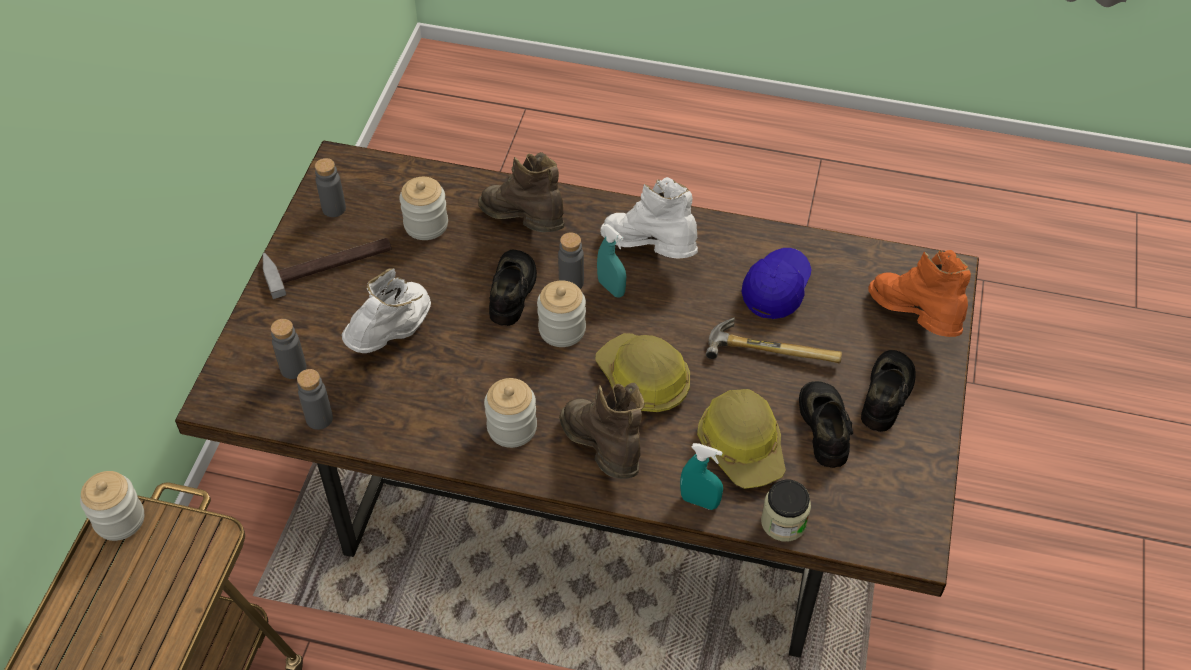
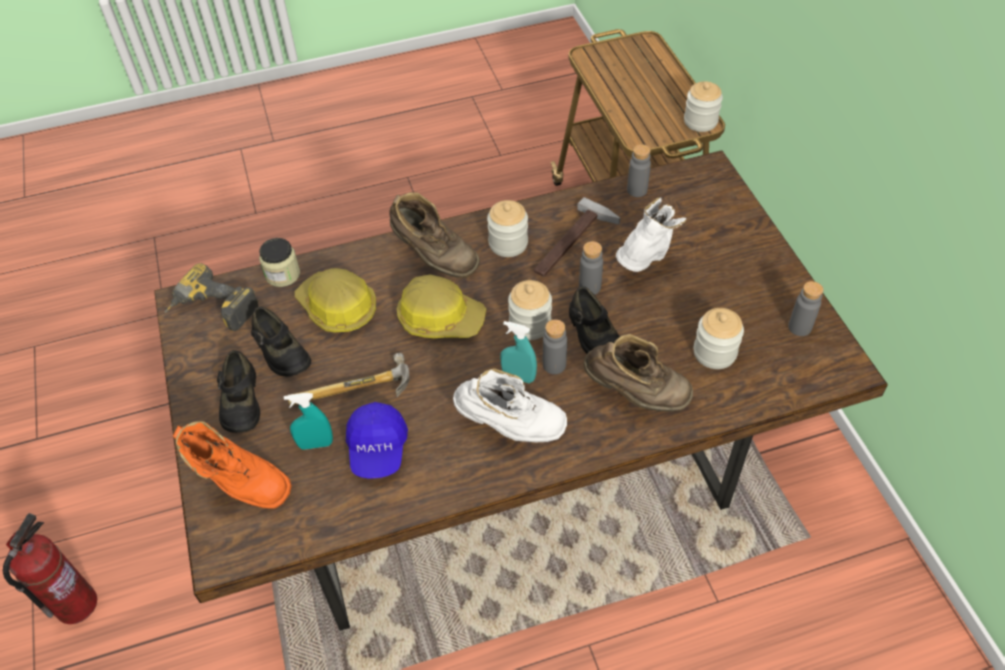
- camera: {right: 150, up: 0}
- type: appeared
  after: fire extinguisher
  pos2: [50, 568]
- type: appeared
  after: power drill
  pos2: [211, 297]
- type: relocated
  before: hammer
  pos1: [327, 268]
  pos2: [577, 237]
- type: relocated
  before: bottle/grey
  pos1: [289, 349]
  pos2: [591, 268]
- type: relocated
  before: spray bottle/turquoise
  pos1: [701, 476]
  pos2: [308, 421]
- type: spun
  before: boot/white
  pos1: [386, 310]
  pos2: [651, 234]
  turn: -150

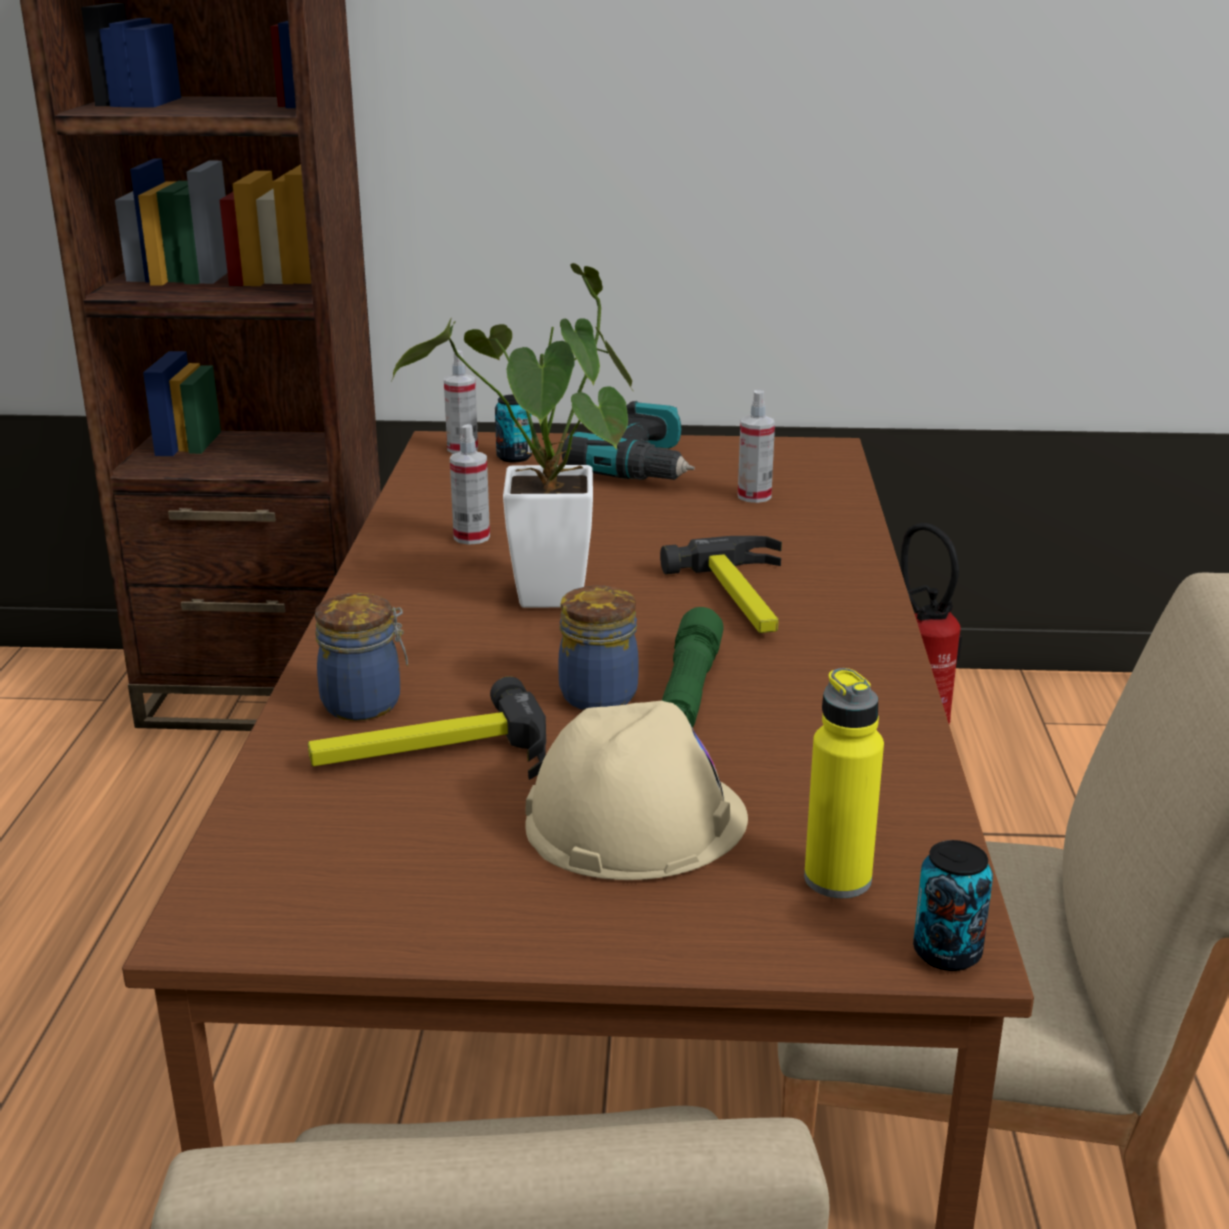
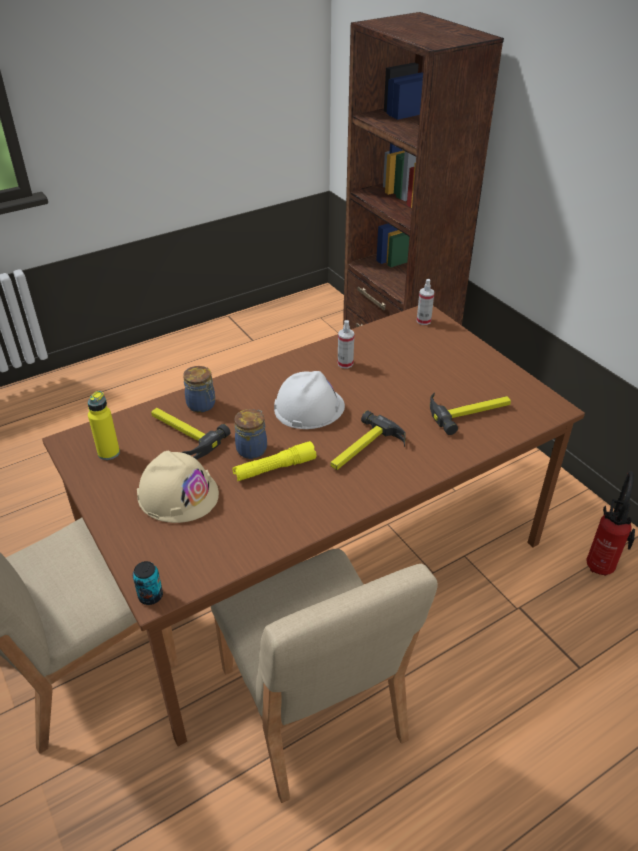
- camera: {right: 55, up: 15}
- type: missing
  before: can
  pos1: [513, 428]
- type: missing
  before: power drill
  pos1: [628, 440]
- type: relocated
  before: bottle/yellow
  pos1: [844, 783]
  pos2: [104, 425]
- type: exchanged
  before: potted plant
  after: hard hat/white
  pos1: [512, 435]
  pos2: [309, 400]
- type: exchanged
  before: spray bottle
  after: hammer
  pos1: [756, 446]
  pos2: [470, 413]
- type: colour
  before: flashlight/green
  after: flashlight/yellow
  pos1: [693, 667]
  pos2: [274, 461]

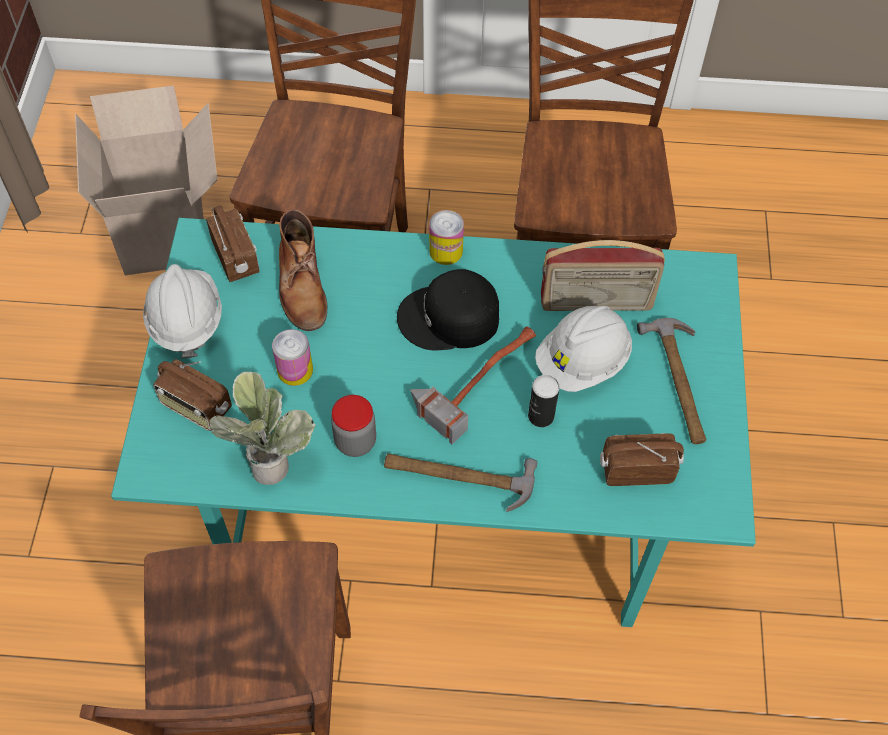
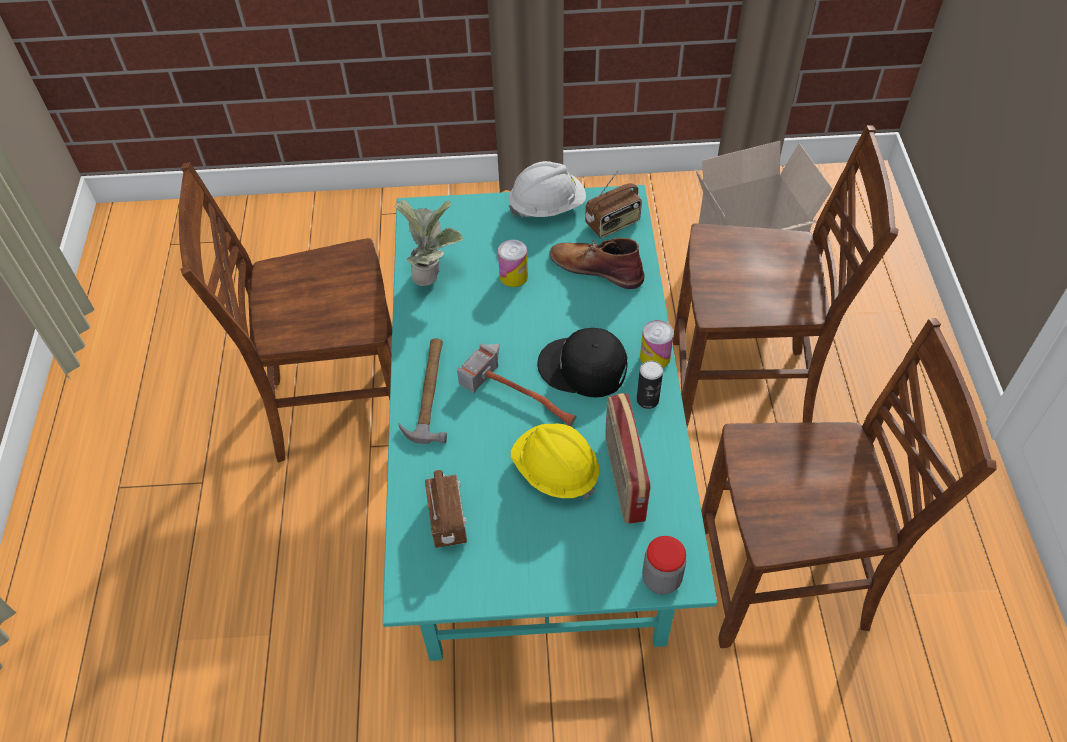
- camera: {right: 85, up: -5}
- type: missing
  before: radio
  pos1: [192, 395]
- type: missing
  before: hammer
  pos1: [671, 381]
- type: relocated
  before: jar
  pos1: [353, 426]
  pos2: [664, 565]
- type: relocated
  before: can
  pos1: [544, 401]
  pos2: [650, 385]
- type: colour
  before: hard hat/white
  after: hard hat/yellow
  pos1: [583, 349]
  pos2: [555, 461]
- type: spun
  before: boot/brown
  pos1: [303, 270]
  pos2: [597, 263]
  turn: 45
- type: spun
  before: cap/black
  pos1: [448, 310]
  pos2: [582, 362]
  turn: -60

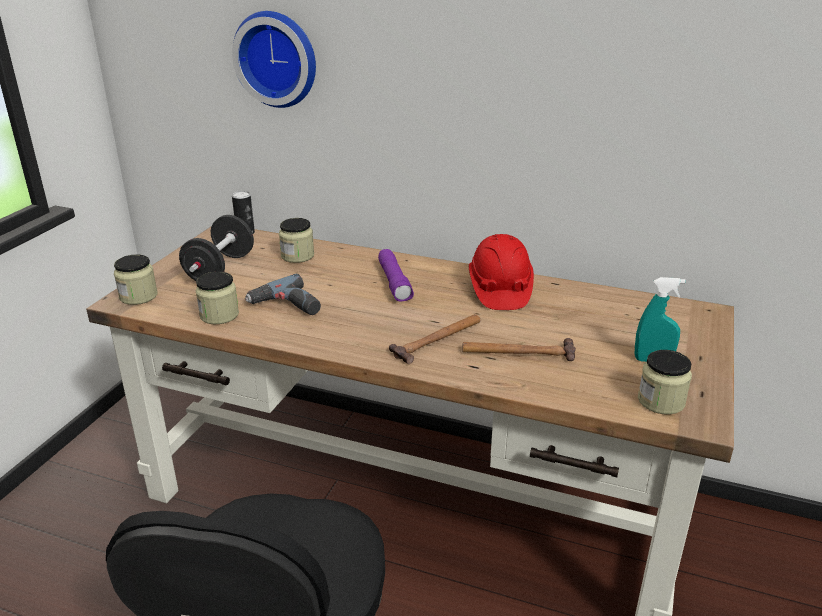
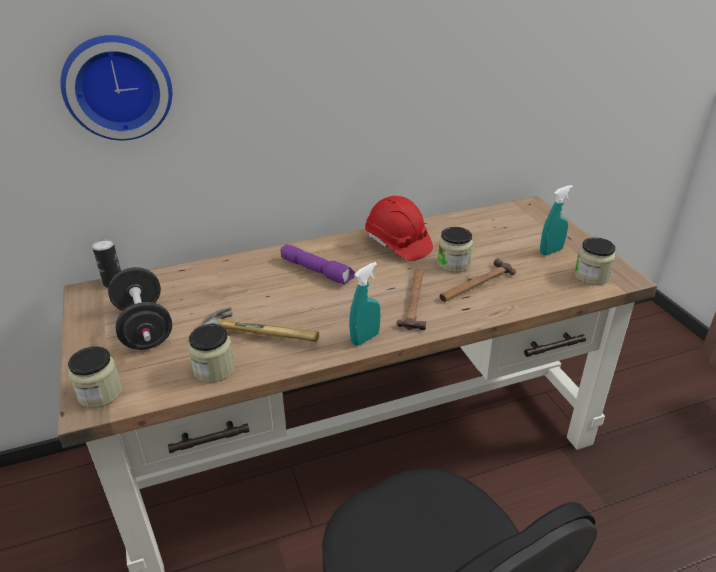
- camera: {right: -40, up: 5}
- type: appeared
  after: spray bottle/turquoise
  pos2: [364, 304]
- type: relocated
  before: jar
  pos1: [296, 240]
  pos2: [455, 250]
- type: exchanged
  before: power drill
  after: hammer
  pos1: [283, 294]
  pos2: [260, 324]

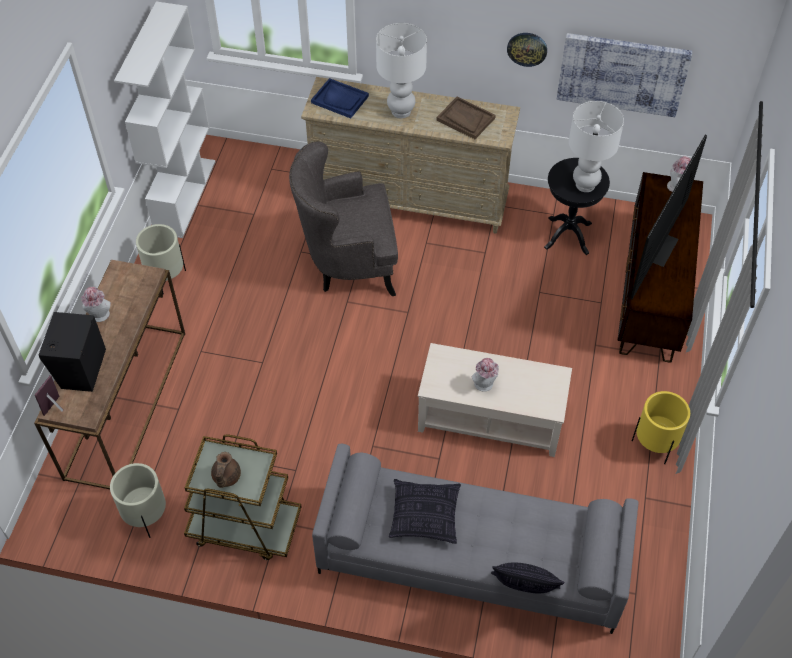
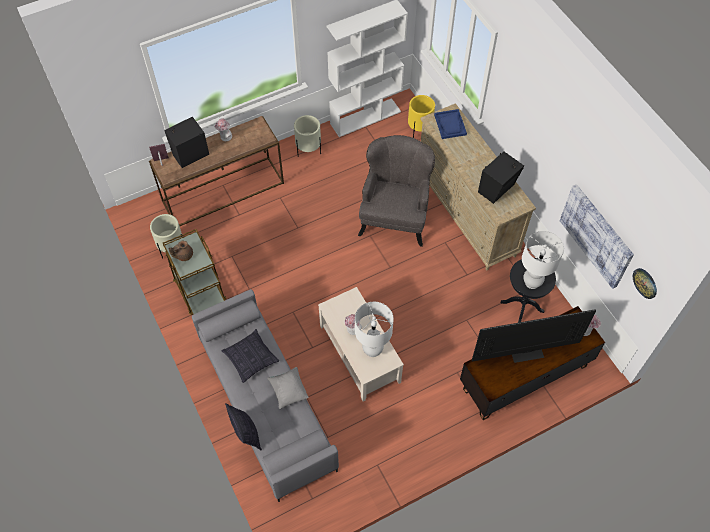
- camera: {right: 50, up: 5}
- type: appeared
  after: pillow/grey
  pos2: [288, 388]
- type: relocated
  before: table lamp/white
  pos1: [401, 70]
  pos2: [374, 329]
- type: relocated
  before: wall clock
  pos1: [527, 50]
  pos2: [645, 283]
- type: relocated
  before: planter/yellow
  pos1: [661, 427]
  pos2: [421, 116]
- type: exchanged
  before: tray/brown
  after: speaker/black
  pos1: [466, 118]
  pos2: [501, 177]
- type: spun
  before: armchair/grey
  pos1: [343, 218]
  pos2: [396, 191]
  turn: 60

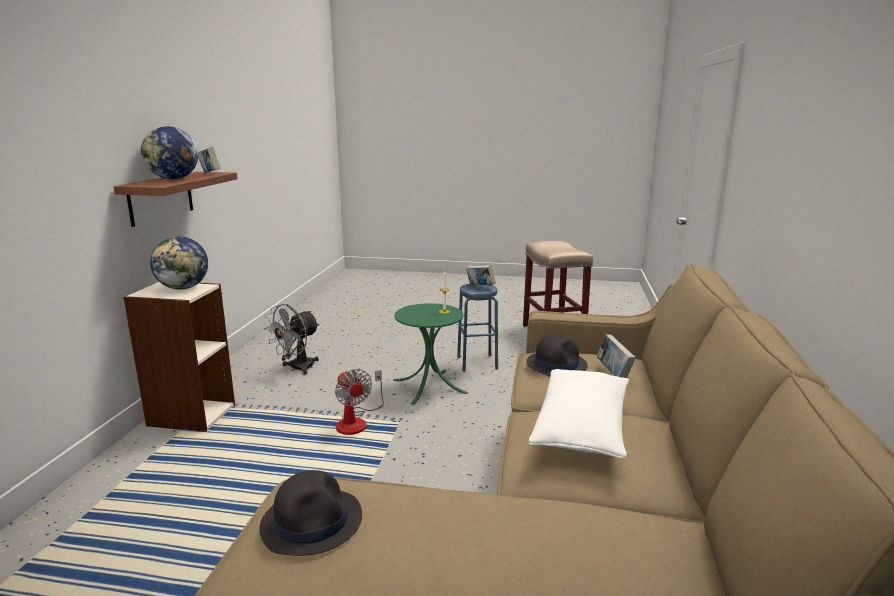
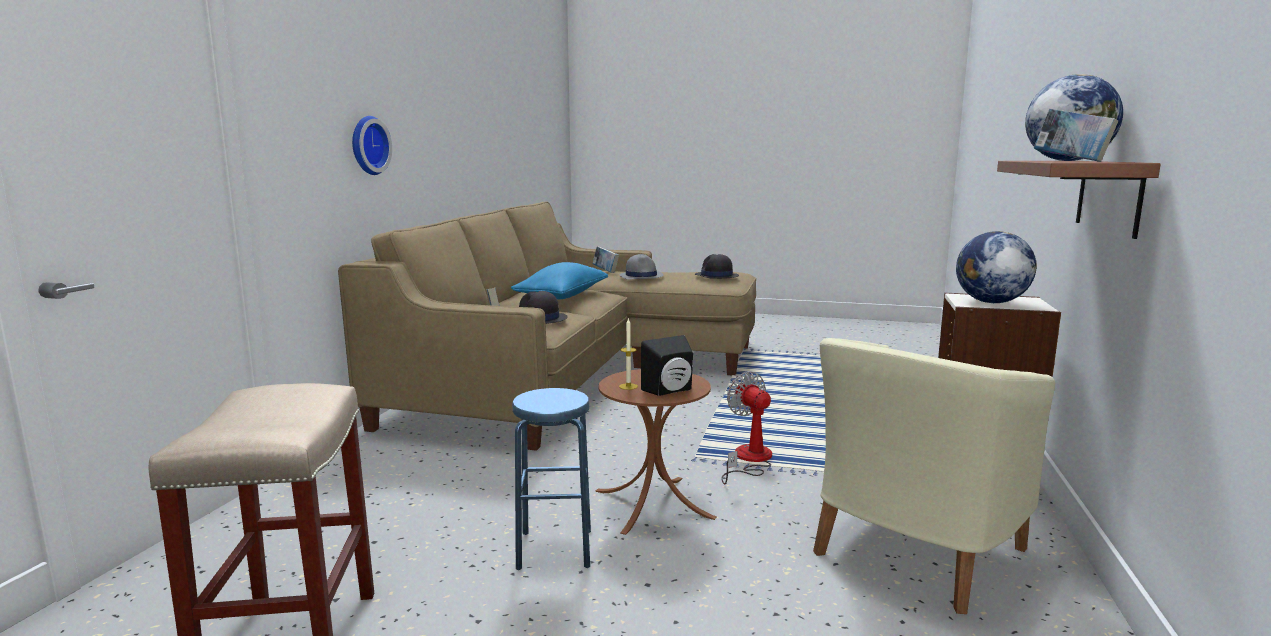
- camera: {right: -175, up: -5}
- type: appeared
  after: wall clock
  pos2: [372, 145]
- type: appeared
  after: hat/grey
  pos2: [641, 267]
- type: appeared
  after: speaker/black
  pos2: [667, 365]
- type: relocated
  before: book
  pos1: [481, 275]
  pos2: [605, 259]
- type: exchanged
  before: fan/grey
  after: armchair/beige
  pos1: [291, 339]
  pos2: [934, 476]
- type: colour
  before: side table/green
  after: side table/brown
  pos1: [430, 353]
  pos2: [656, 452]
- type: colour
  before: pillow/white
  after: pillow/blue
  pos1: [579, 414]
  pos2: [559, 280]

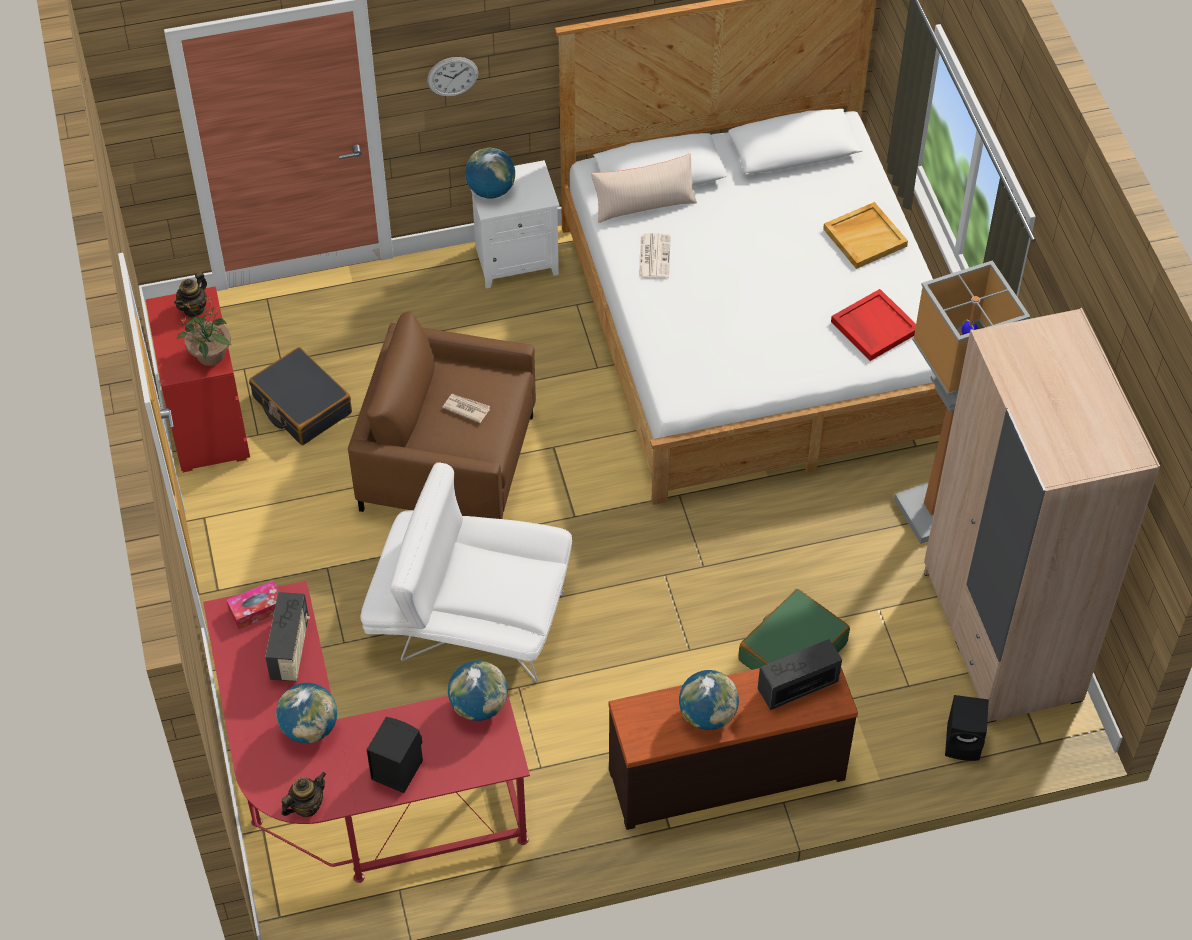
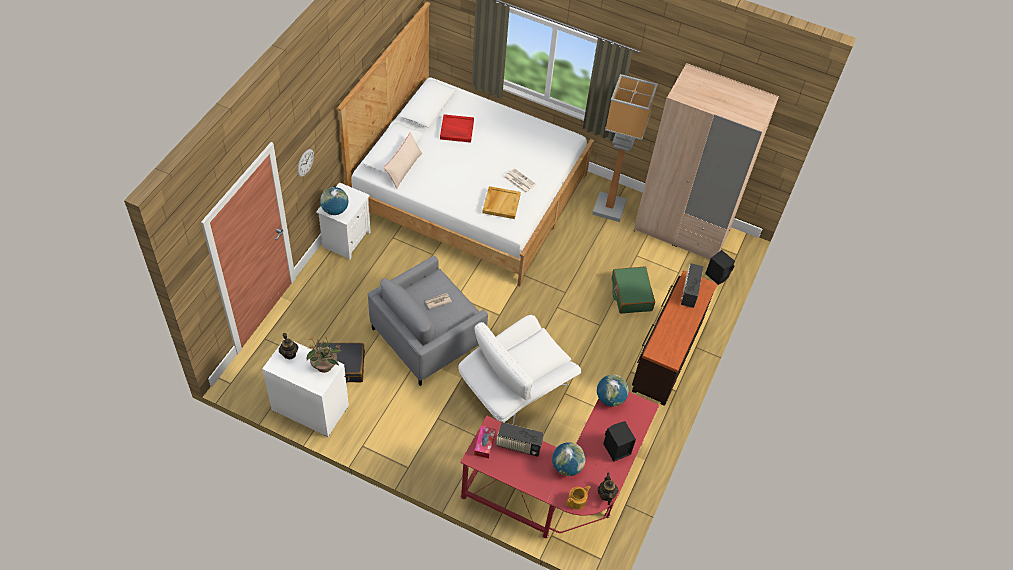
- camera: {right: -55, up: 0}
- type: missing
  before: globe
  pos1: [709, 700]
- type: appeared
  after: teapot
  pos2: [578, 498]
- type: relocated
  before: newspaper
  pos1: [655, 256]
  pos2: [520, 180]
- type: relocated
  before: tray/beige
  pos1: [865, 235]
  pos2: [501, 202]
- type: relocated
  before: tray/red
  pos1: [873, 325]
  pos2: [457, 128]
- type: colour
  before: dresser/red
  after: dresser/white
  pos1: [197, 379]
  pos2: [305, 387]
- type: colour
  before: armchair/brown
  after: armchair/grey
  pos1: [442, 415]
  pos2: [428, 321]
- type: spun
  before: radio
  pos1: [287, 637]
  pos2: [520, 439]
  turn: 150

